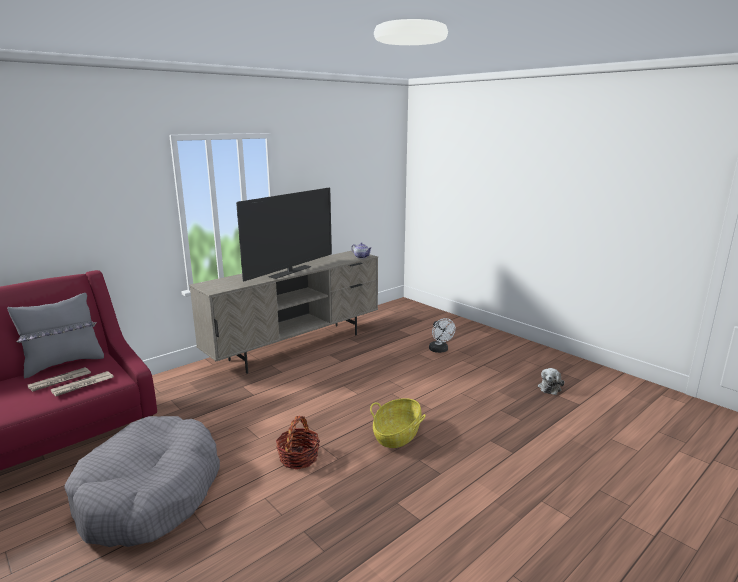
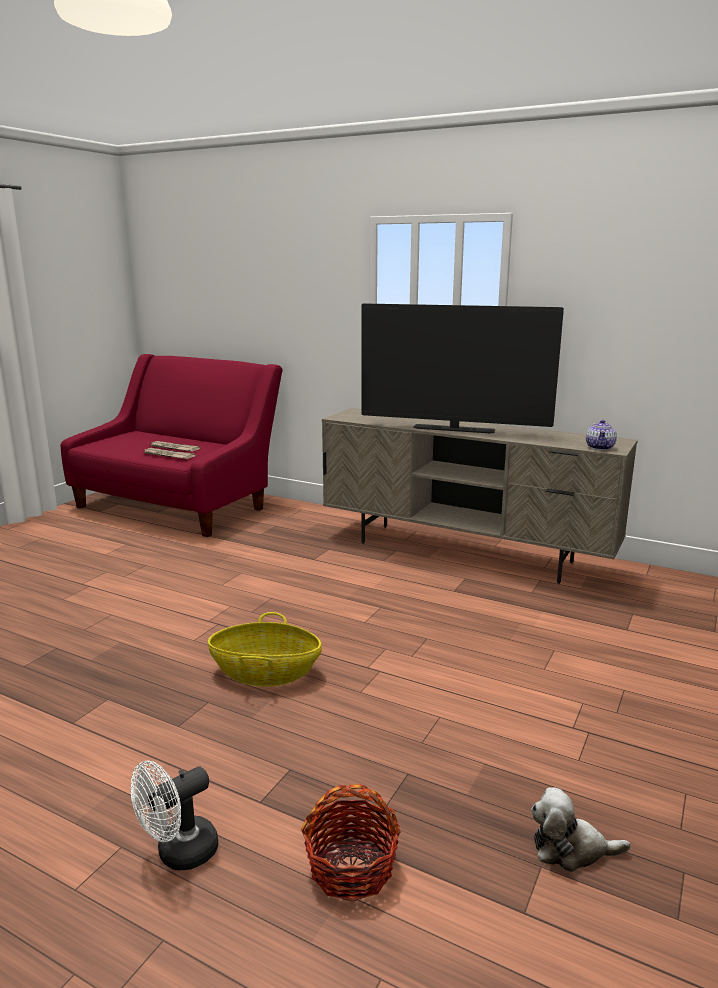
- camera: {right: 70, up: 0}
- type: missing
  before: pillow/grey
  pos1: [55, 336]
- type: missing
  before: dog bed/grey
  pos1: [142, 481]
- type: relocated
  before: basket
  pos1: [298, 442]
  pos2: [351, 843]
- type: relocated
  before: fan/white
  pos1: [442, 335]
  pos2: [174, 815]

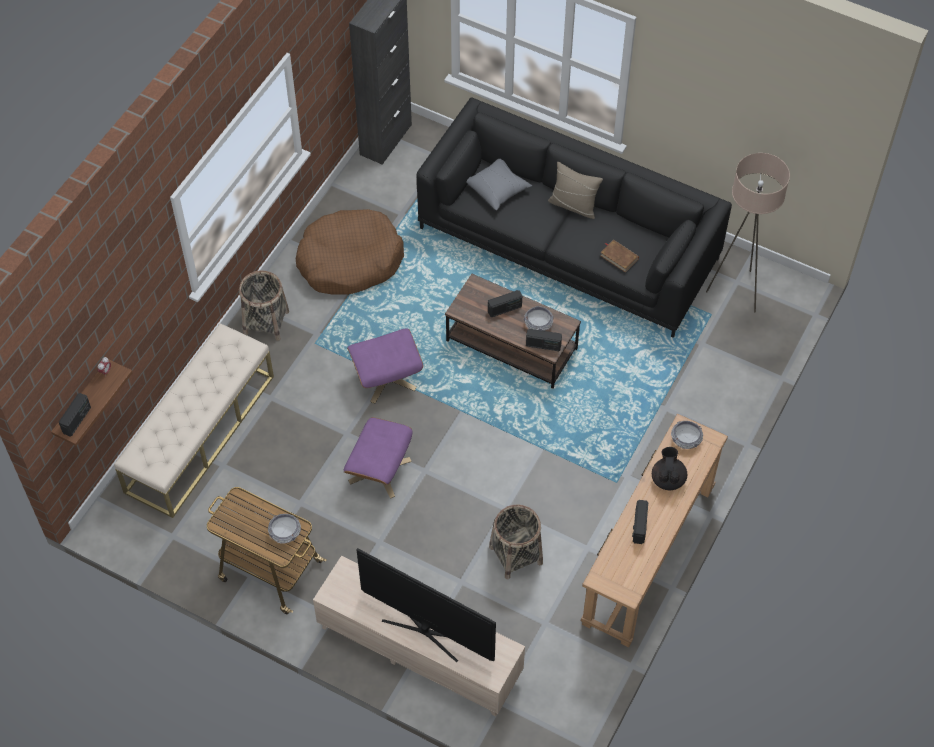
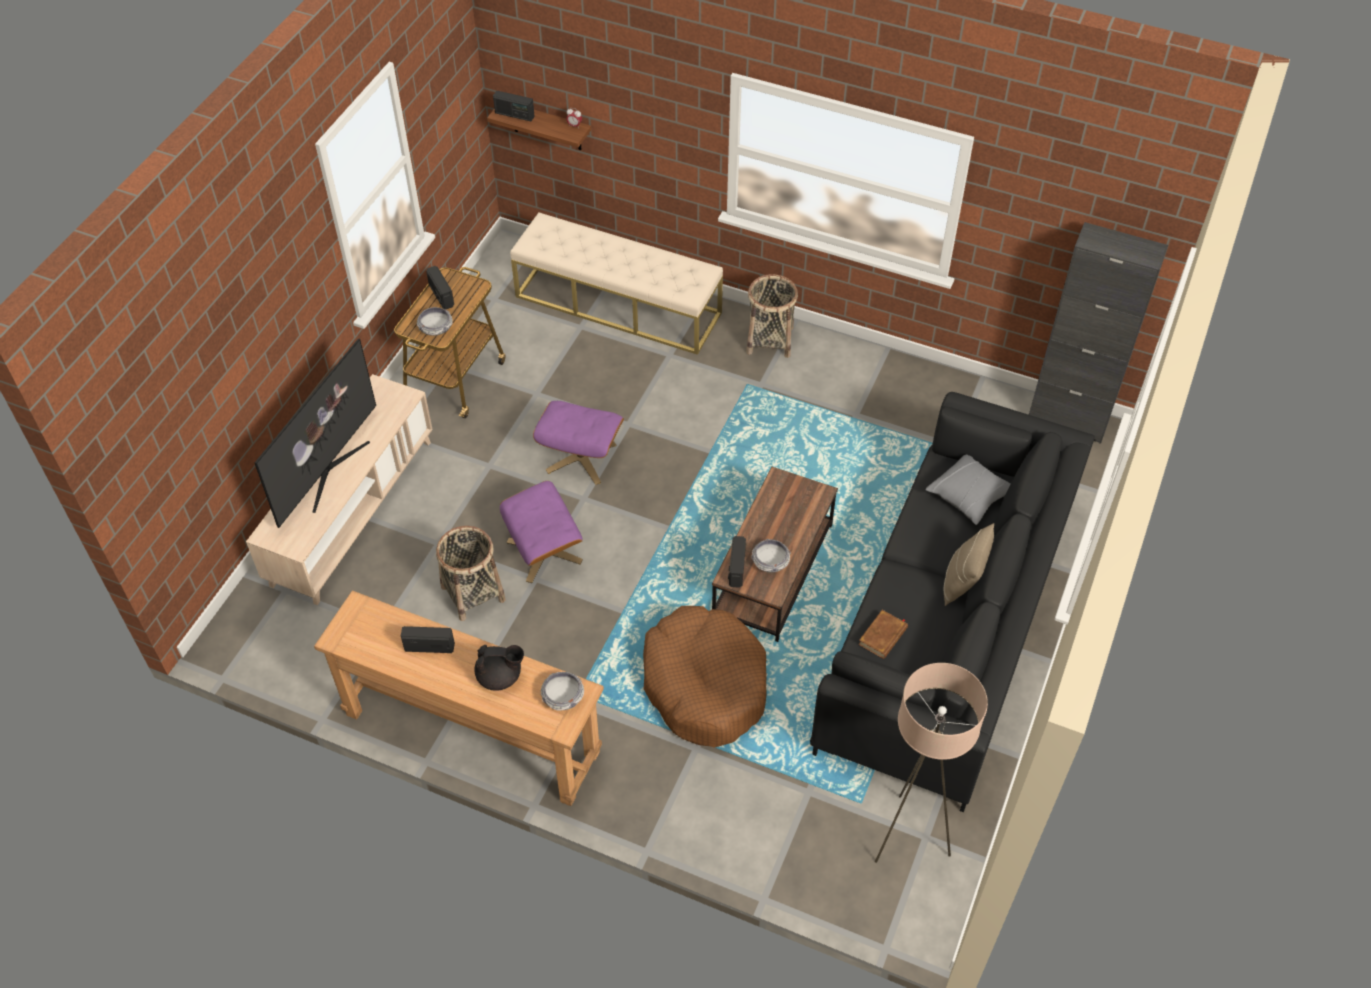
- camera: {right: 85, up: -5}
- type: relocated
  before: dog bed/brown
  pos1: [350, 252]
  pos2: [705, 677]
- type: relocated
  before: ottoman/purple
  pos1: [385, 366]
  pos2: [541, 532]
- type: relocated
  before: radio
  pos1: [505, 303]
  pos2: [440, 288]

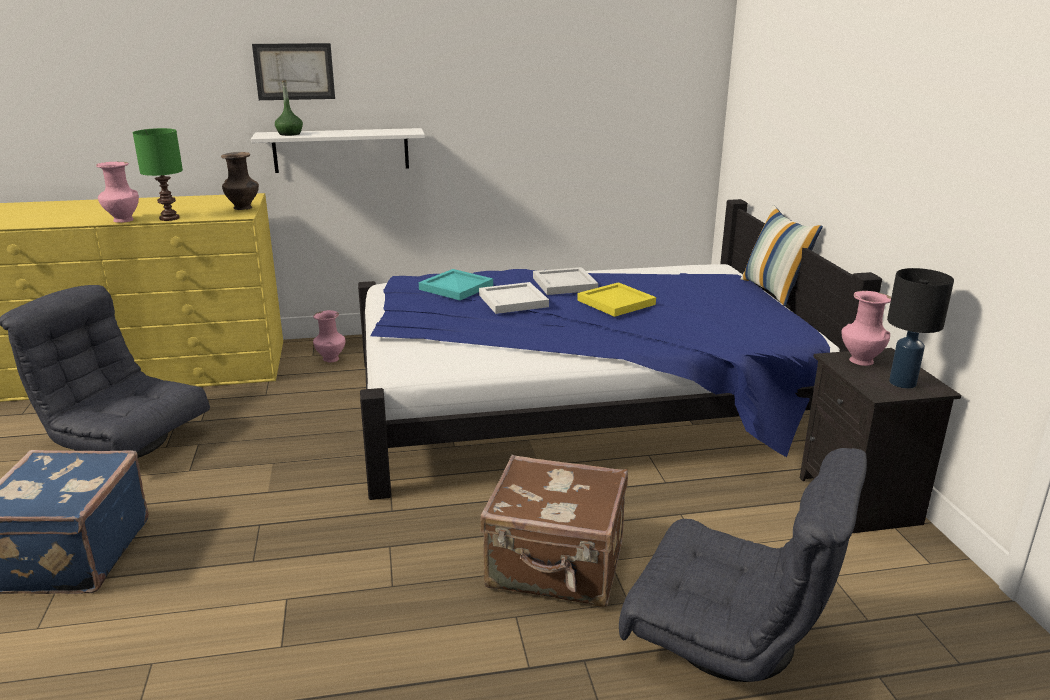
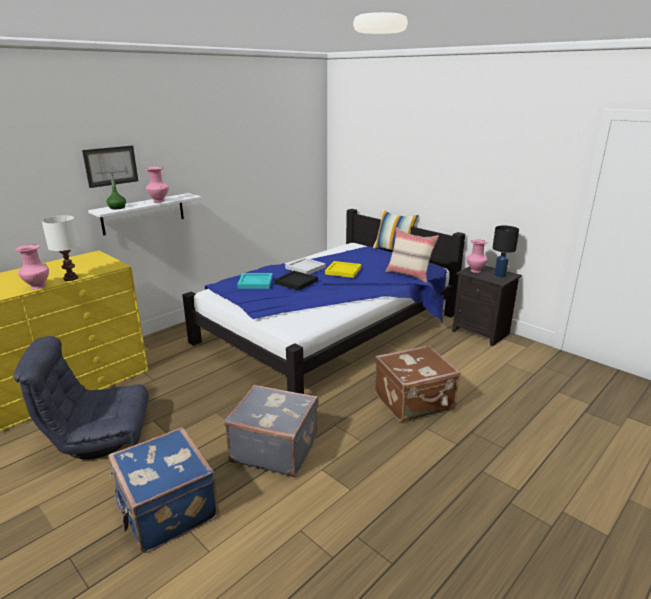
- camera: {right: -35, up: 0}
- type: missing
  before: vase/brown
  pos1: [240, 181]
- type: missing
  before: armchair/grey
  pos1: [743, 565]
- type: appeared
  after: suitcase/grey
  pos2: [271, 431]
- type: appeared
  after: pillow/beige
  pos2: [412, 255]
- type: relocated
  before: vase/pink
  pos1: [329, 336]
  pos2: [157, 184]
- type: colour
  before: table lamp/green
  after: table lamp/white
  pos1: [158, 174]
  pos2: [61, 248]
- type: colour
  before: tray/white
  after: tray/black
  pos1: [514, 298]
  pos2: [296, 281]

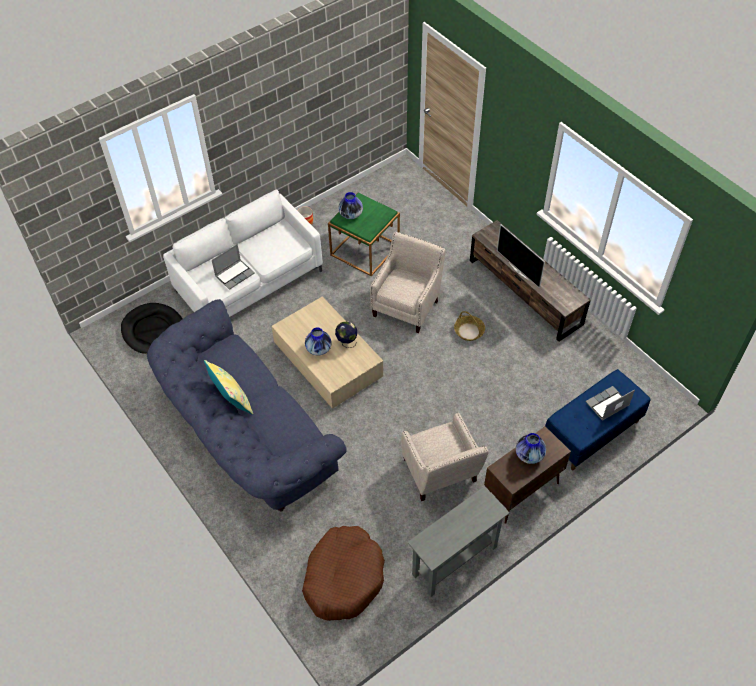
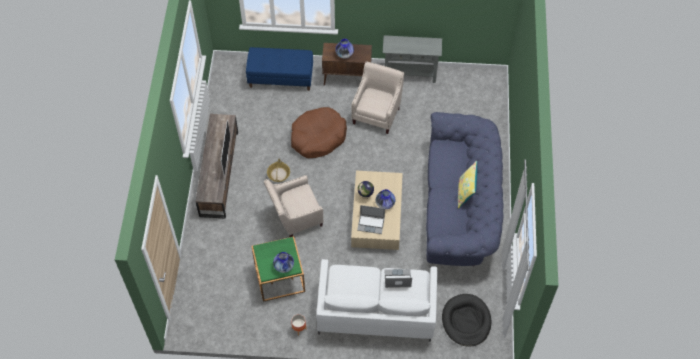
- camera: {right: -140, up: 5}
- type: relocated
  before: dog bed/brown
  pos1: [343, 573]
  pos2: [319, 132]
- type: relocated
  before: laptop
  pos1: [610, 403]
  pos2: [371, 219]

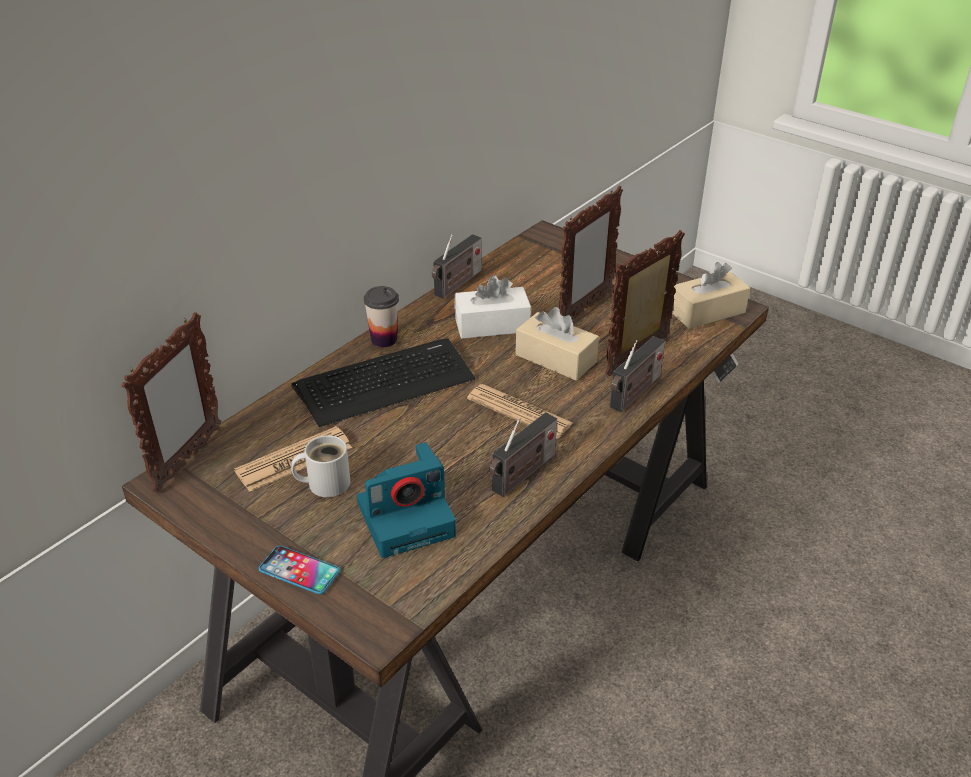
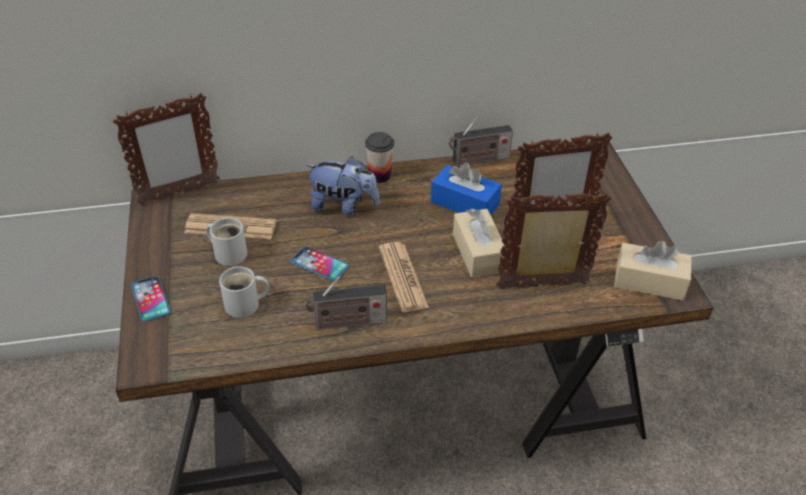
- camera: {right: 40, up: 5}
- type: missing
  before: radio
  pos1: [637, 374]
- type: appeared
  after: phone
  pos2: [320, 264]
- type: exchanged
  before: keyboard
  after: plush toy
  pos1: [383, 382]
  pos2: [342, 186]
- type: exchanged
  before: photo camera
  after: mug/white
  pos1: [406, 500]
  pos2: [244, 292]
- type: colour
  before: tissue box/white
  after: tissue box/blue
  pos1: [492, 307]
  pos2: [466, 189]

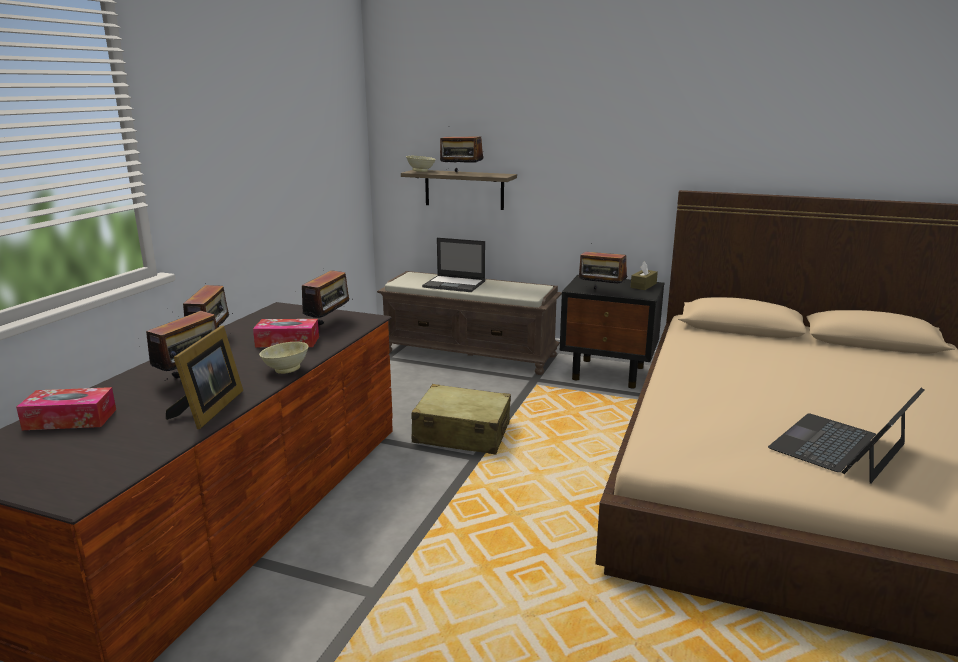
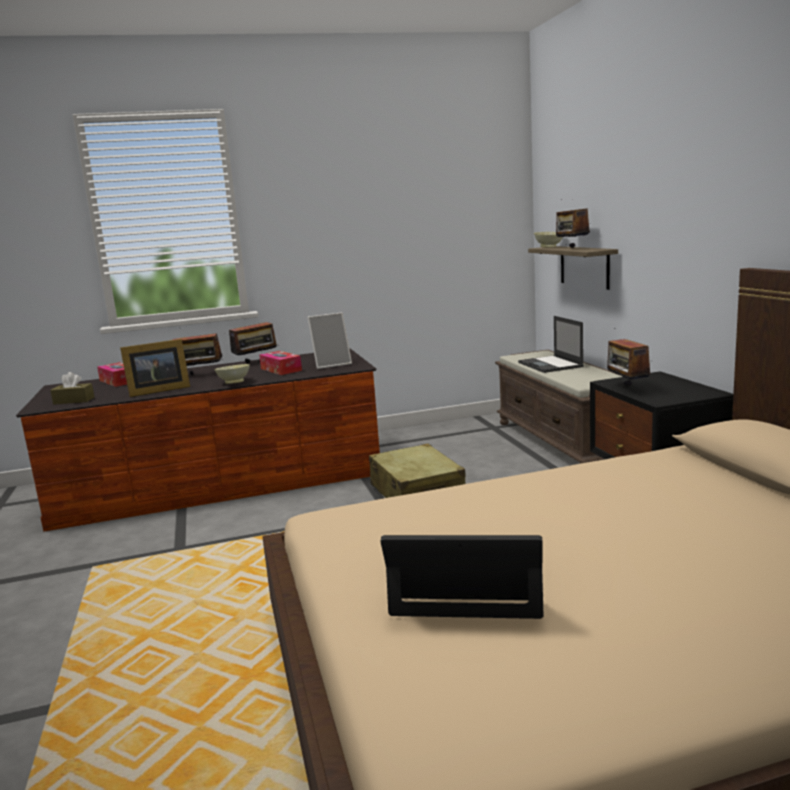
- camera: {right: 55, up: -5}
- type: relocated
  before: tissue box/brown
  pos1: [644, 275]
  pos2: [72, 388]
- type: exchanged
  before: radio
  after: picture frame
  pos1: [323, 297]
  pos2: [329, 340]

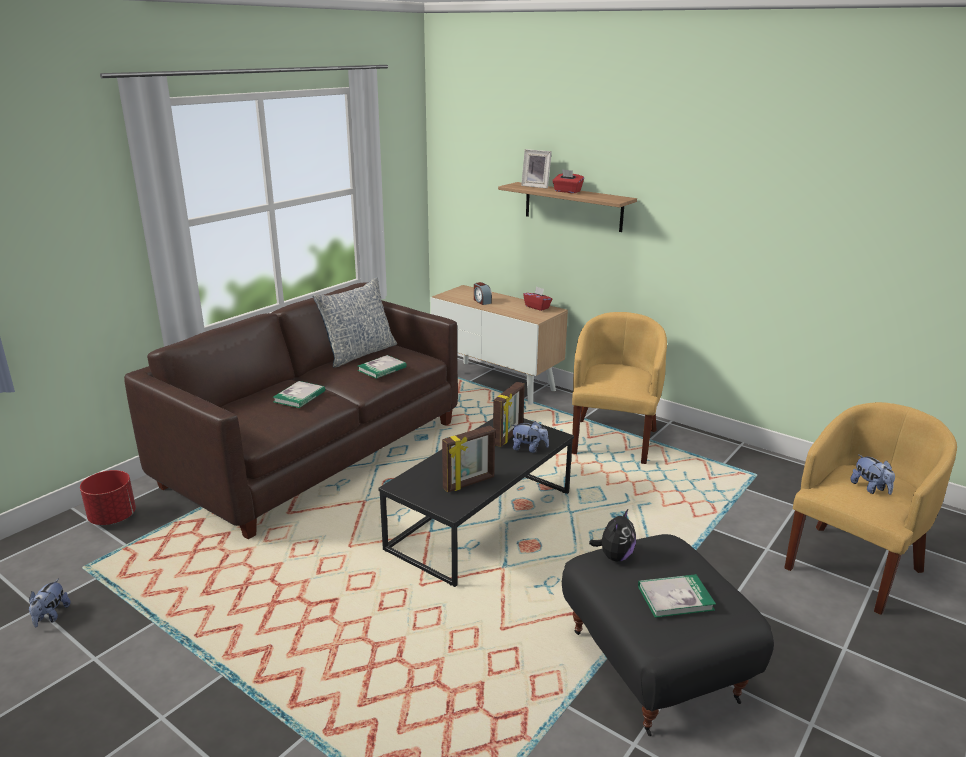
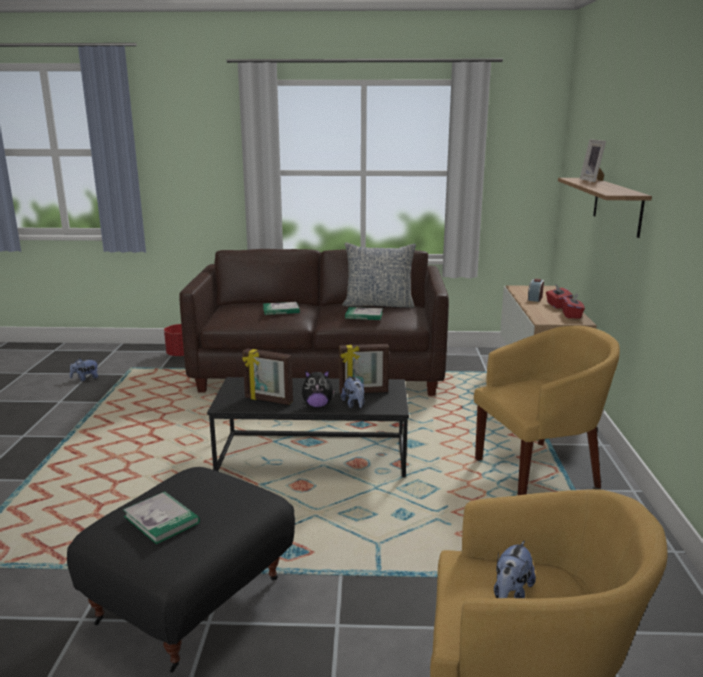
- camera: {right: 55, up: -5}
- type: relocated
  before: tissue box/red
  pos1: [568, 181]
  pos2: [559, 296]
- type: relocated
  before: plush toy
  pos1: [612, 535]
  pos2: [318, 389]

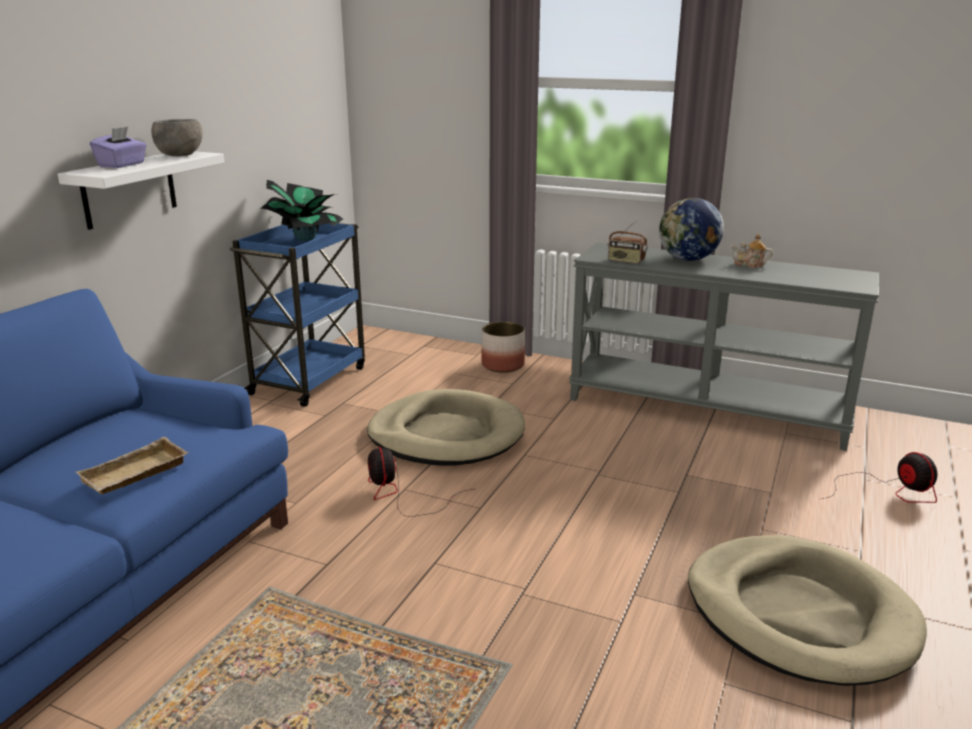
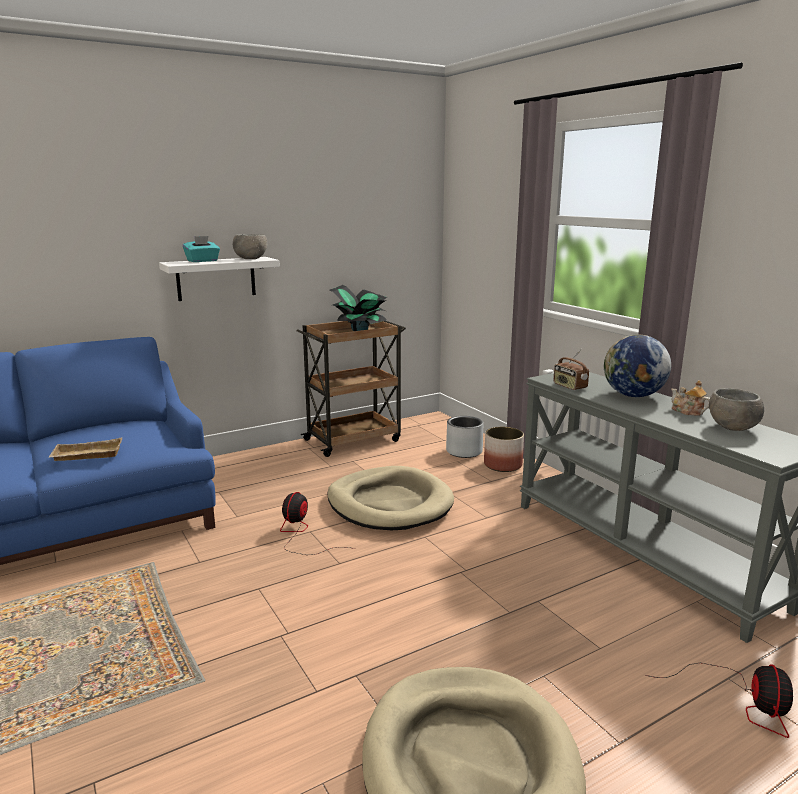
- camera: {right: 35, up: -5}
- type: appeared
  after: planter/grey
  pos2: [465, 437]
- type: appeared
  after: bowl/grey
  pos2: [736, 409]
- type: colour
  before: tissue box/purple
  after: tissue box/turquoise
  pos1: [118, 147]
  pos2: [201, 249]
- type: colour
  before: cart/blue
  after: cart/brown
  pos1: [297, 315]
  pos2: [351, 389]

